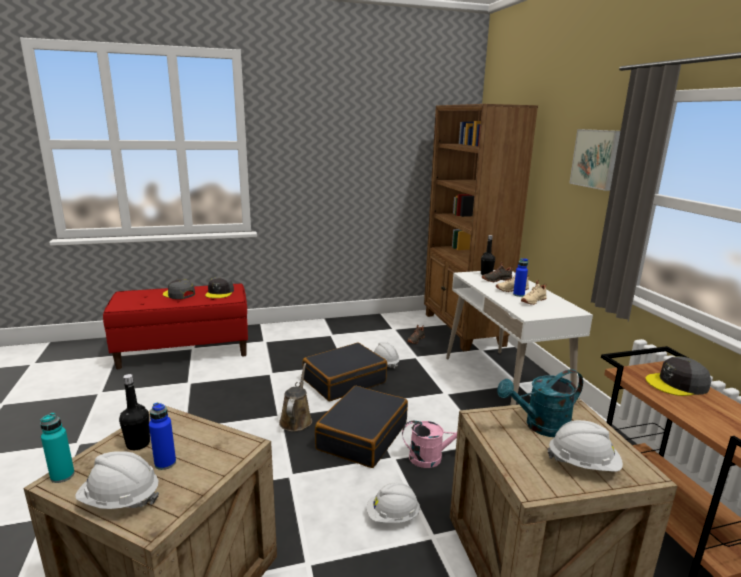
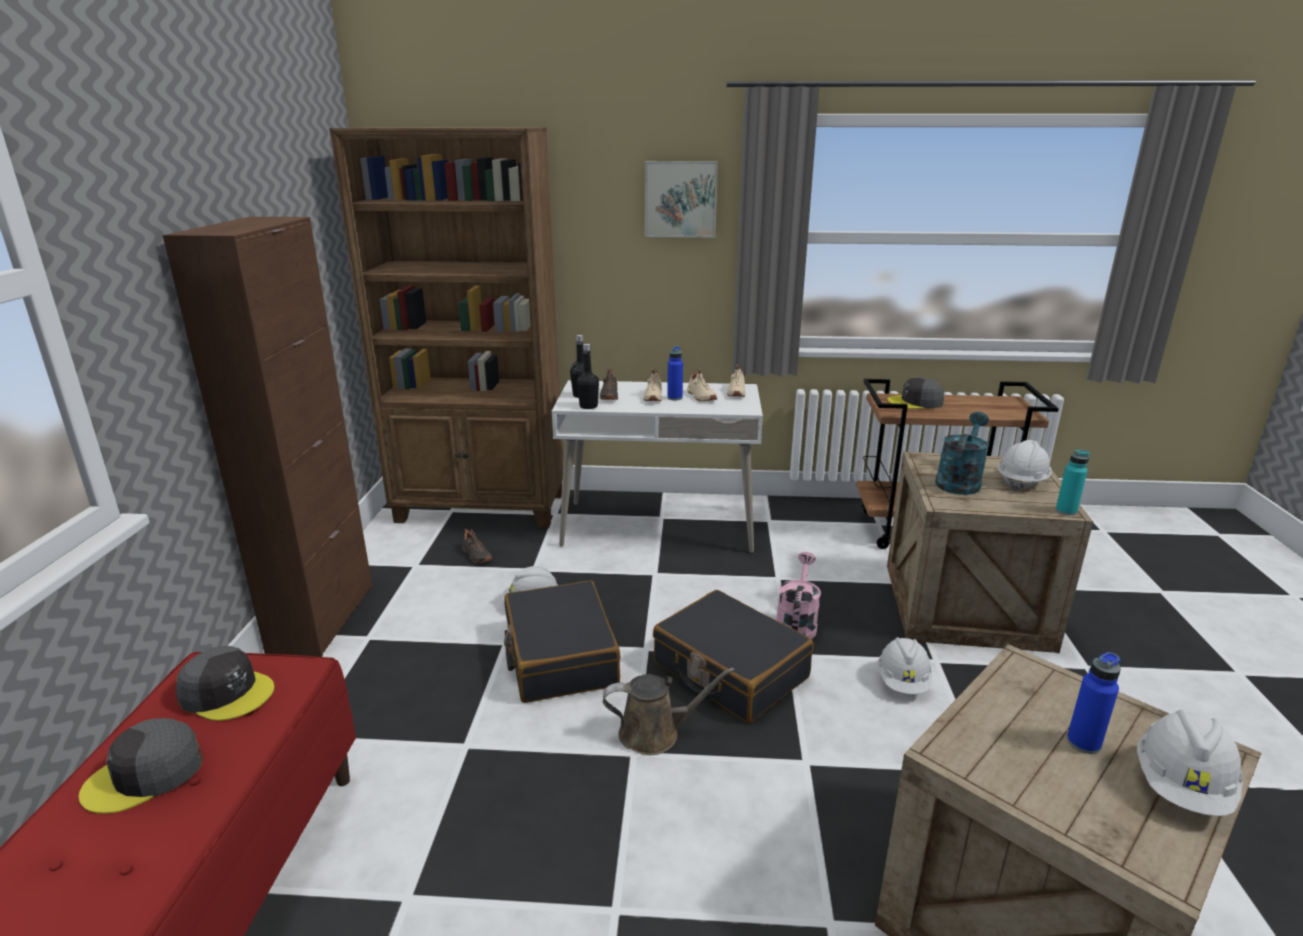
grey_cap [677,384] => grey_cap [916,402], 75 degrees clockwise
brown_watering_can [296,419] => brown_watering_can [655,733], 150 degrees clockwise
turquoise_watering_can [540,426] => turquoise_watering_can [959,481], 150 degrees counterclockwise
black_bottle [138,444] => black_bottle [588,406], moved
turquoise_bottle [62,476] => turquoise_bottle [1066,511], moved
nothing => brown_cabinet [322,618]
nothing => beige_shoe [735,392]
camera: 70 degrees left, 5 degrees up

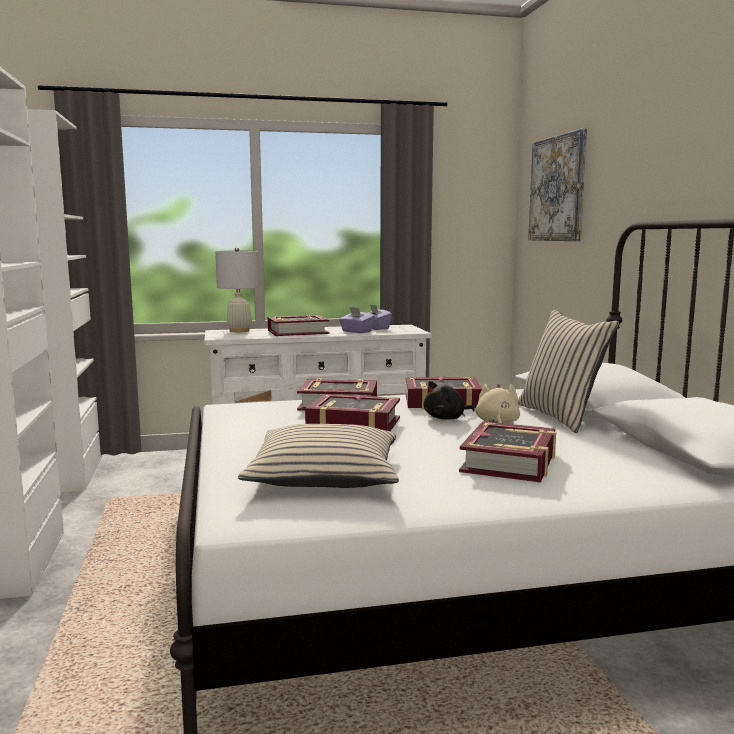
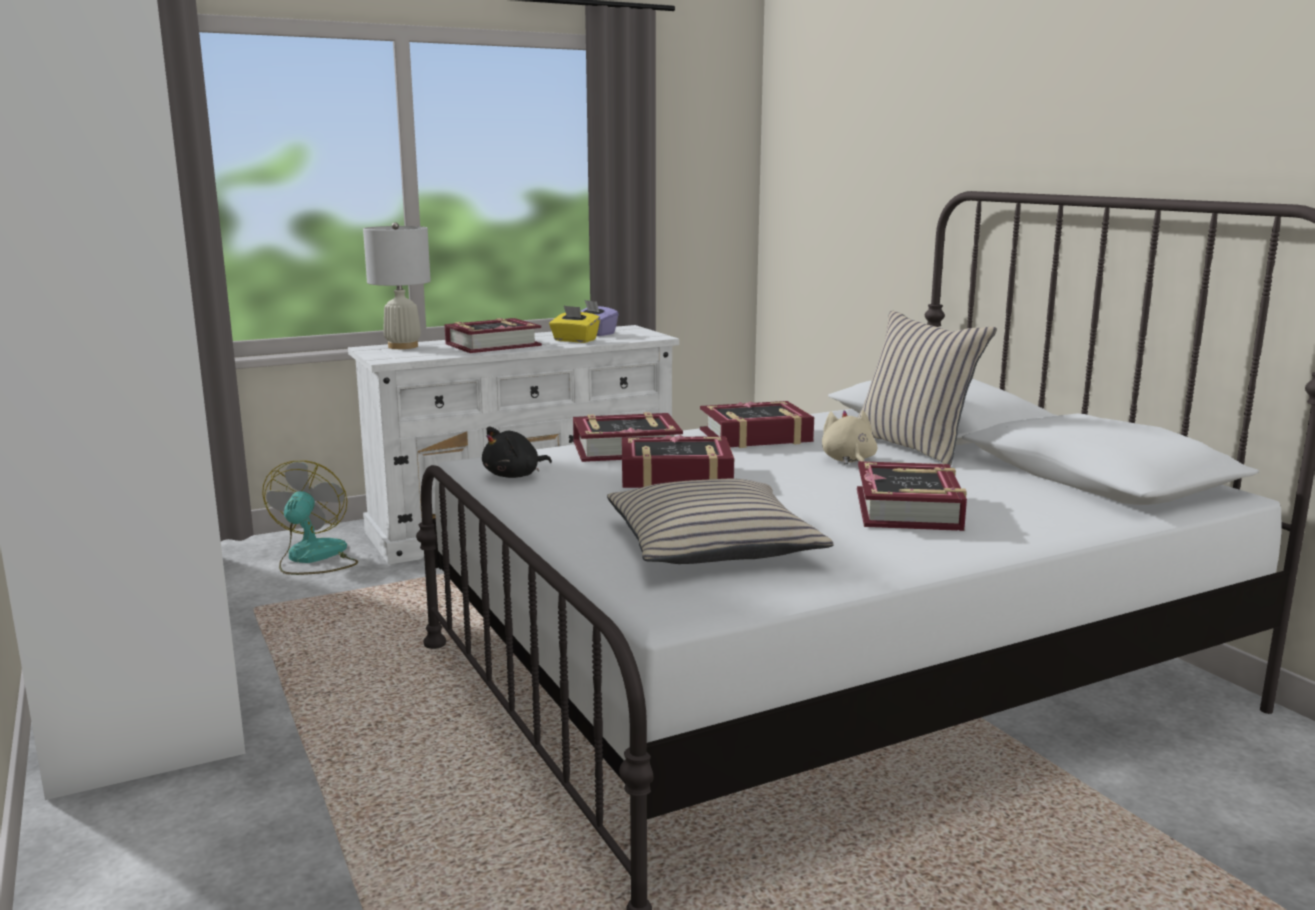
picture [558,189] => nothing
purple_tissue_box [356,331] => yellow_tissue_box [574,340]
black_plush_toy [446,418] => black_plush_toy [515,476], moved
nothing => fan [313,558]
camera: 15 degrees left, 5 degrees up

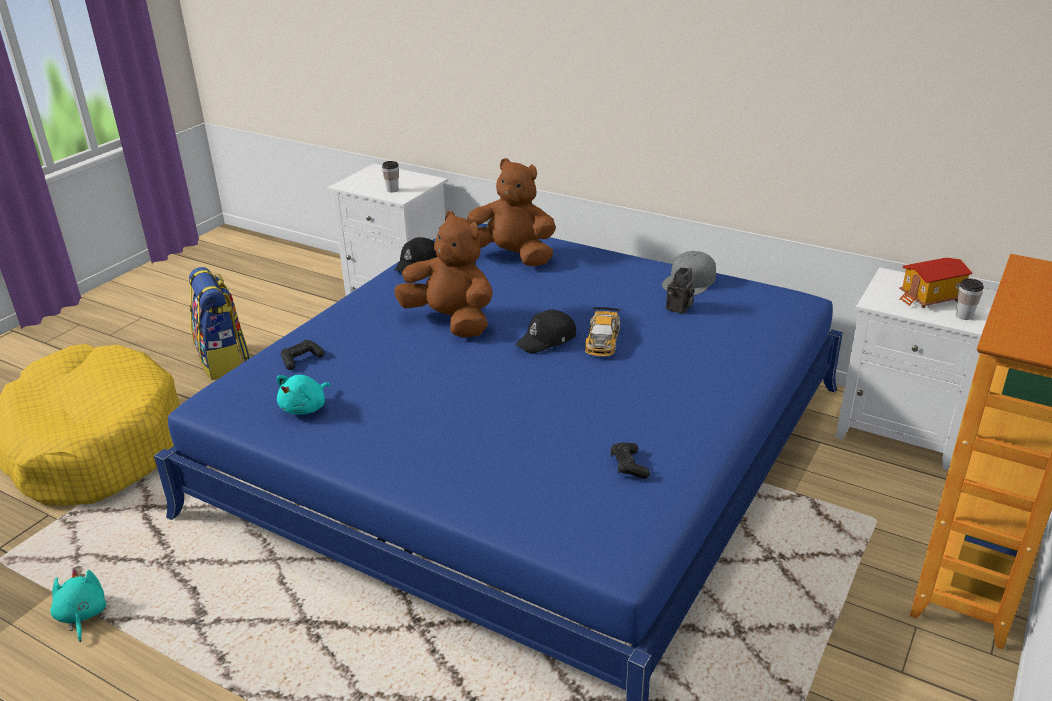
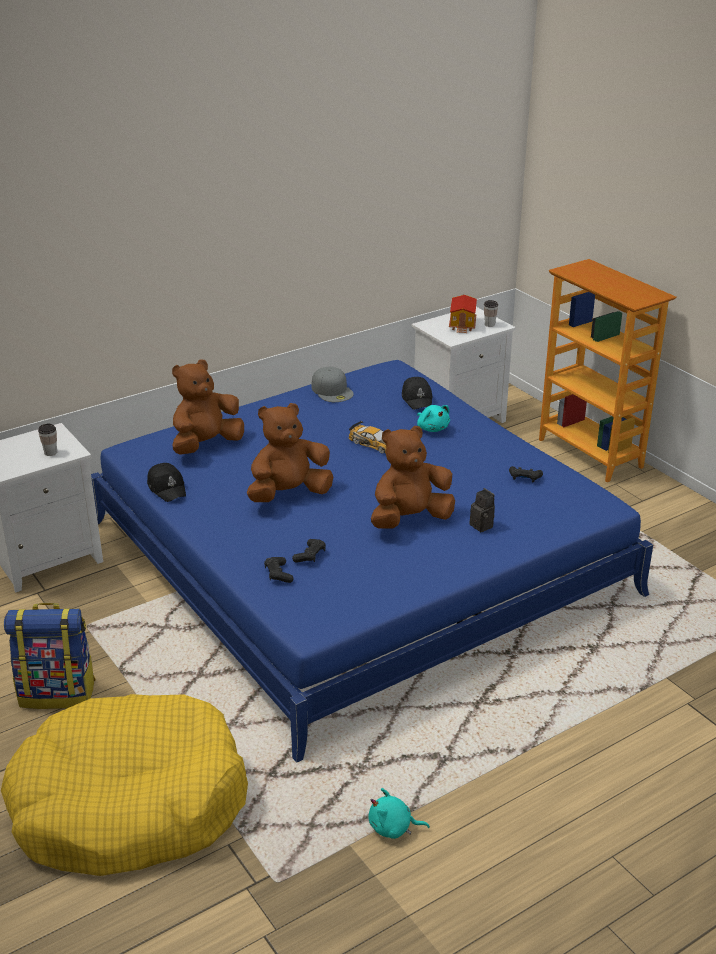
photo_camera [679,308] => photo_camera [483,526], moved
black_cap [547,340] => black_cap [417,399], moved
turquoise_plush_toy [305,408] => turquoise_plush_toy [432,428], moved
nothing => brown_plush_toy [410,519]
nothing => black_game_controller [310,555]
camera: 65 degrees left, 0 degrees up

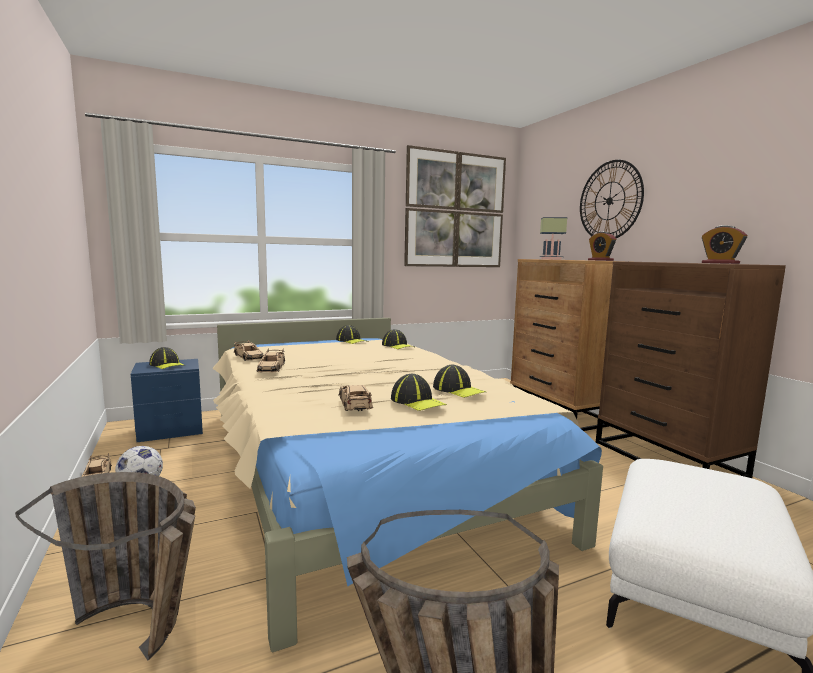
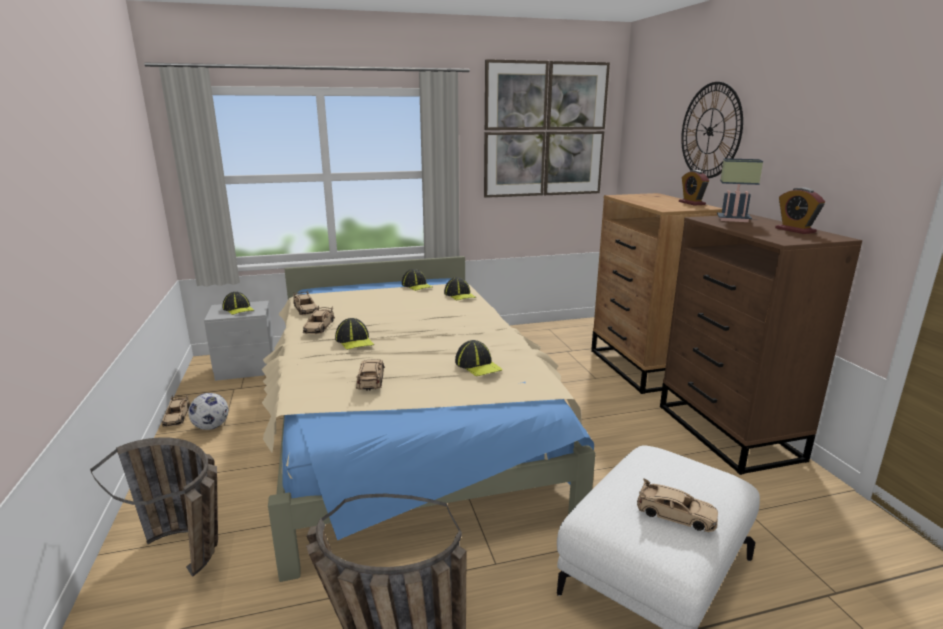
table_lamp [551,259] => table_lamp [734,219], moved
blue_nightstand [171,430] => grey_nightstand [246,368]
cap [417,401] => cap [354,341], moved
nothing => beige_toy_car [675,514]
camera: 10 degrees right, 10 degrees up

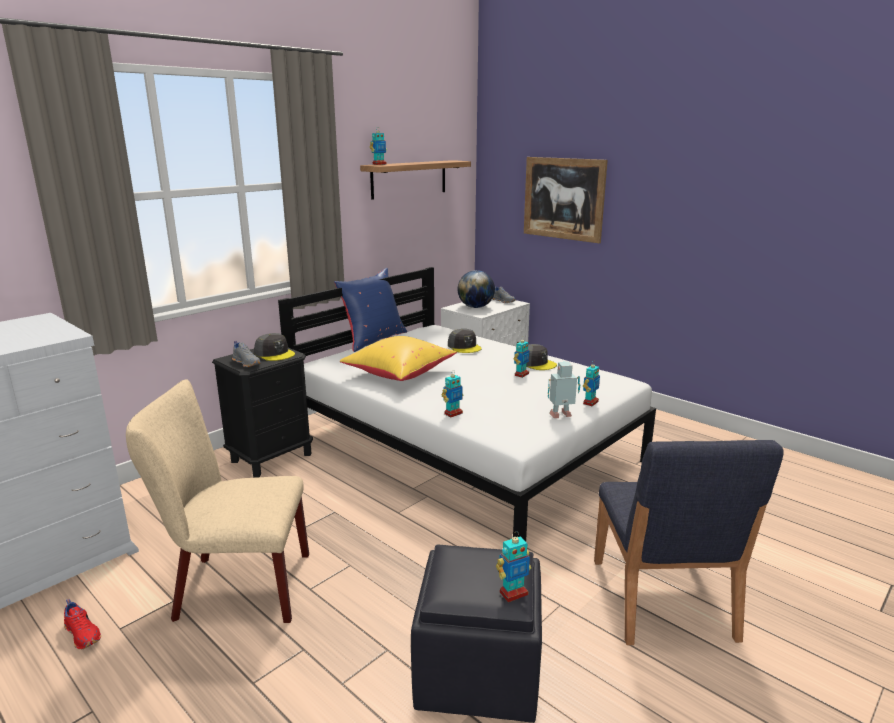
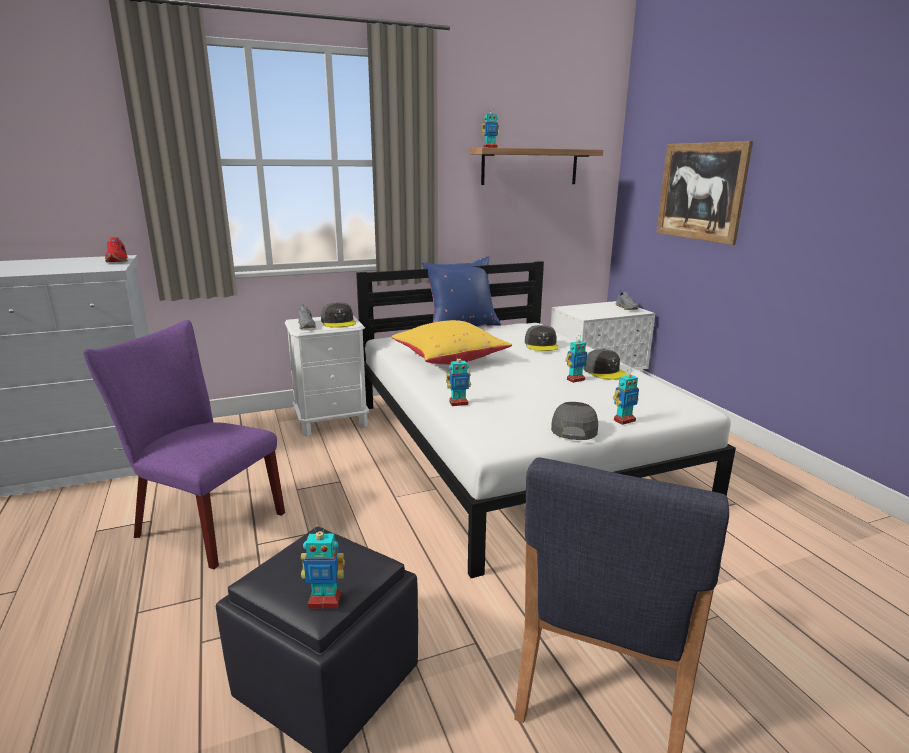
globe [475,307] => nothing
black_nightstand [272,457] => white_nightstand [332,422]
toy_robot [561,416] => grey_cap [574,427]
beige_chair [234,587] => purple_chair [202,523]
red_shoe [83,634] => red_shoe [118,260], moved
camera: 25 degrees right, 0 degrees up

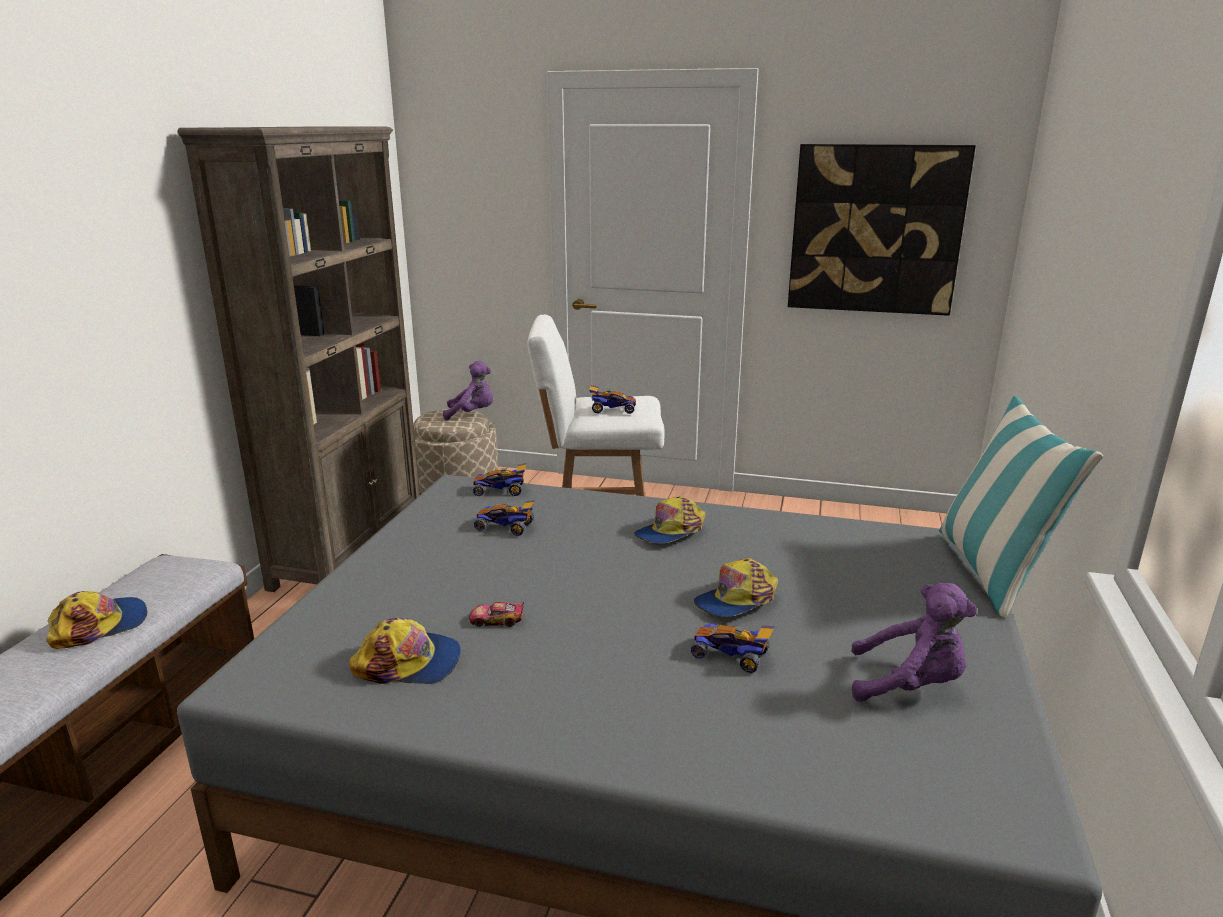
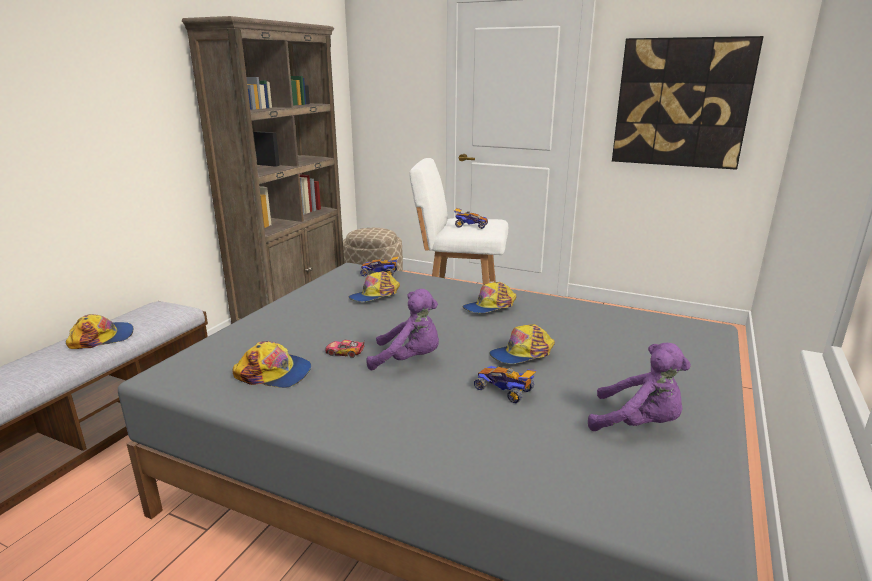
purple_plush_toy [472,414] => purple_plush_toy [409,360], moved
pillow [992,571] => nothing
toy_car [506,527] => cap [375,296]
camera: 10 degrees right, 0 degrees up

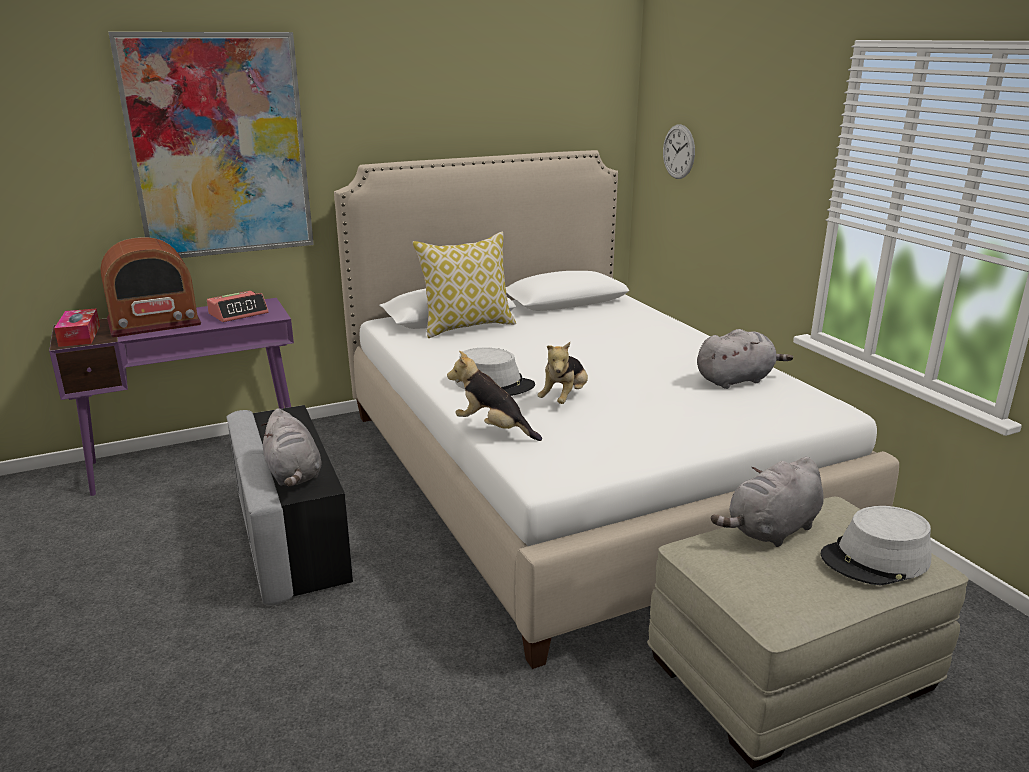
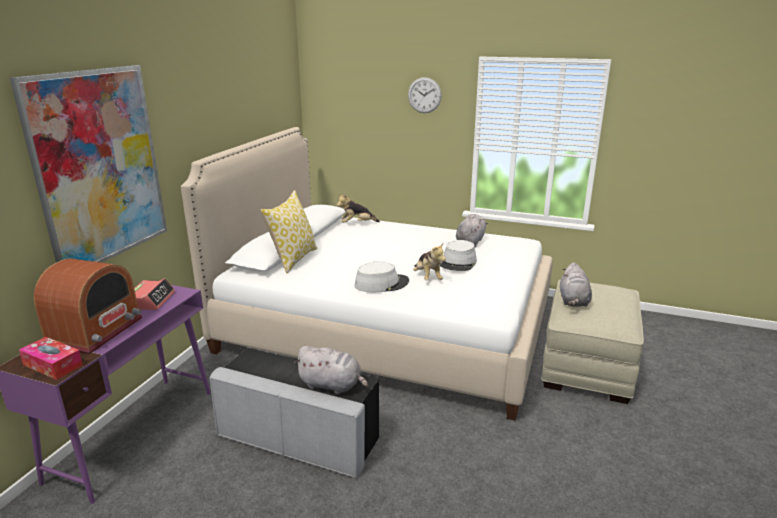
wall_clock [678,151] => wall_clock [424,95], moved
plush_toy [493,429] => plush_toy [357,224], moved
grey_hat [875,559] => grey_hat [458,263], moved
camera: 45 degrees left, 0 degrees up

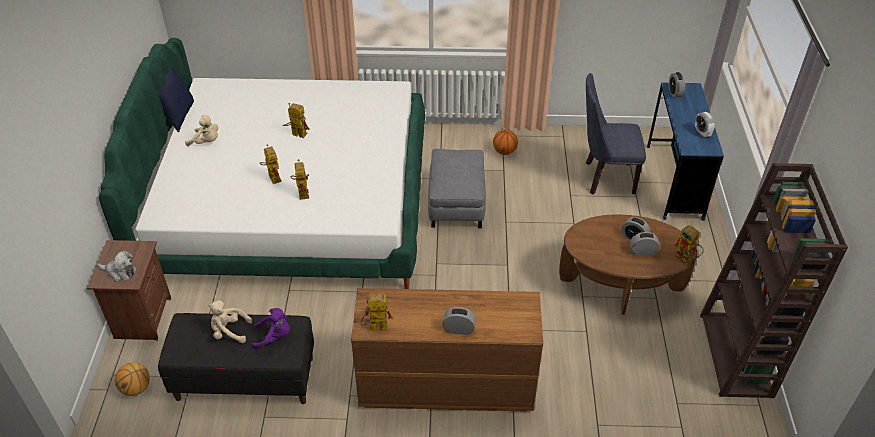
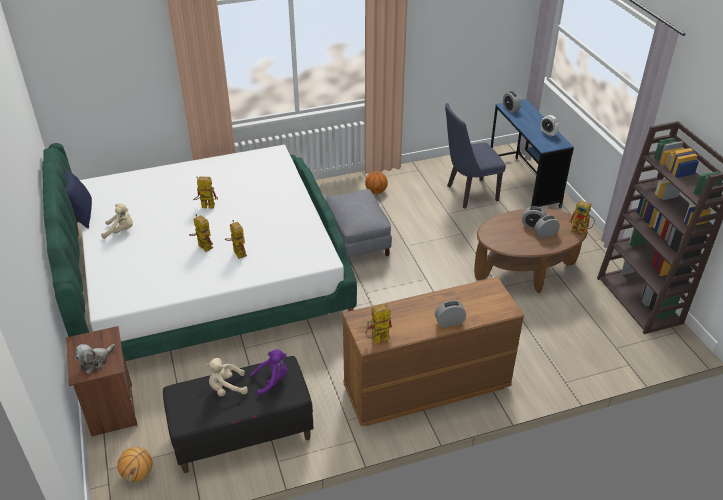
plush_toy [120,272] => plush_toy [96,361], 135 degrees clockwise
camera: 20 degrees left, 5 degrees down

